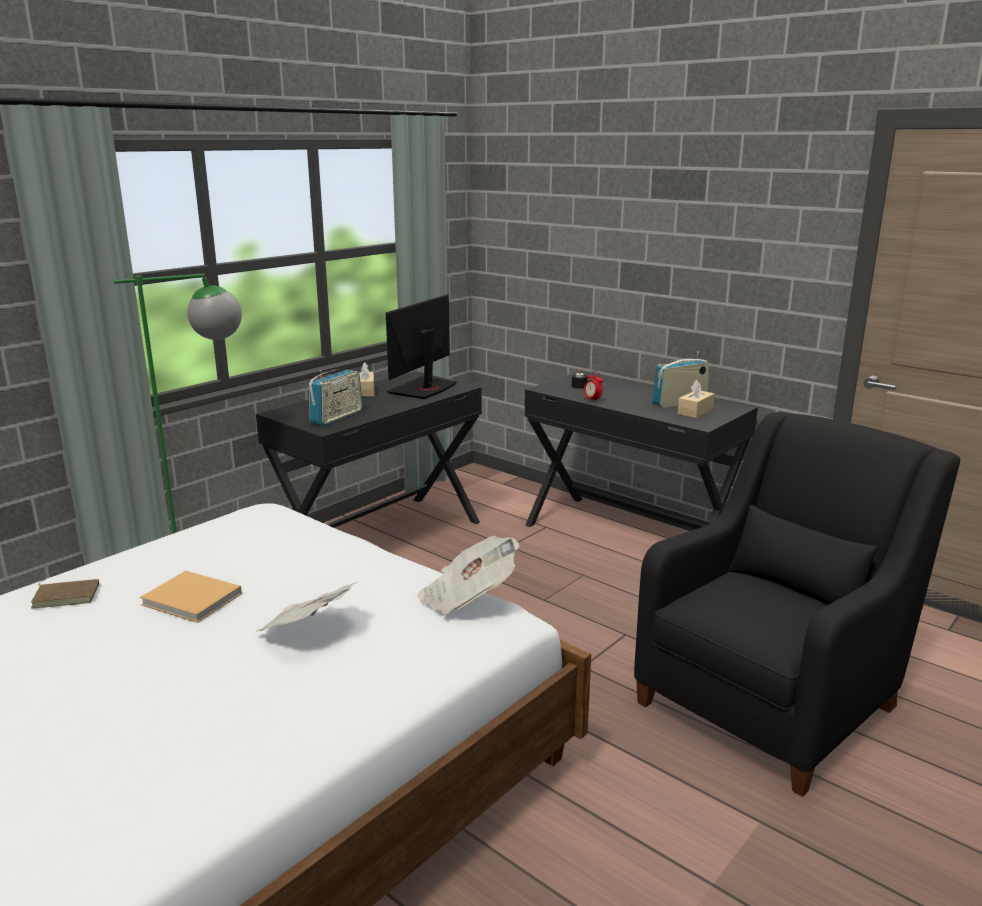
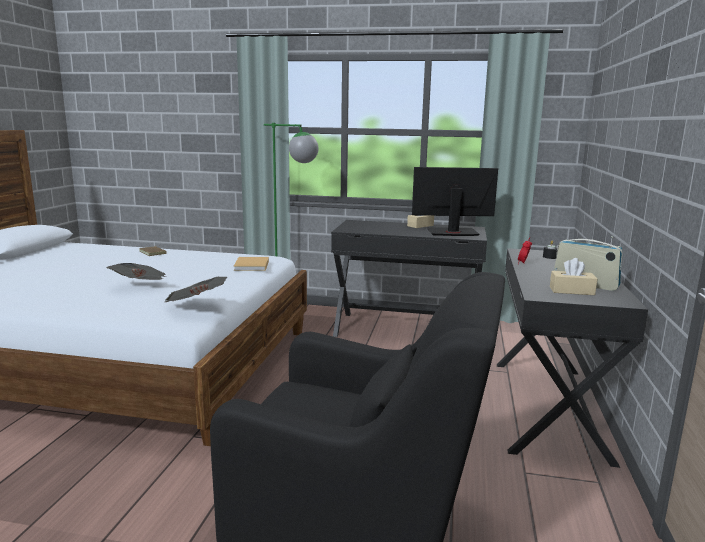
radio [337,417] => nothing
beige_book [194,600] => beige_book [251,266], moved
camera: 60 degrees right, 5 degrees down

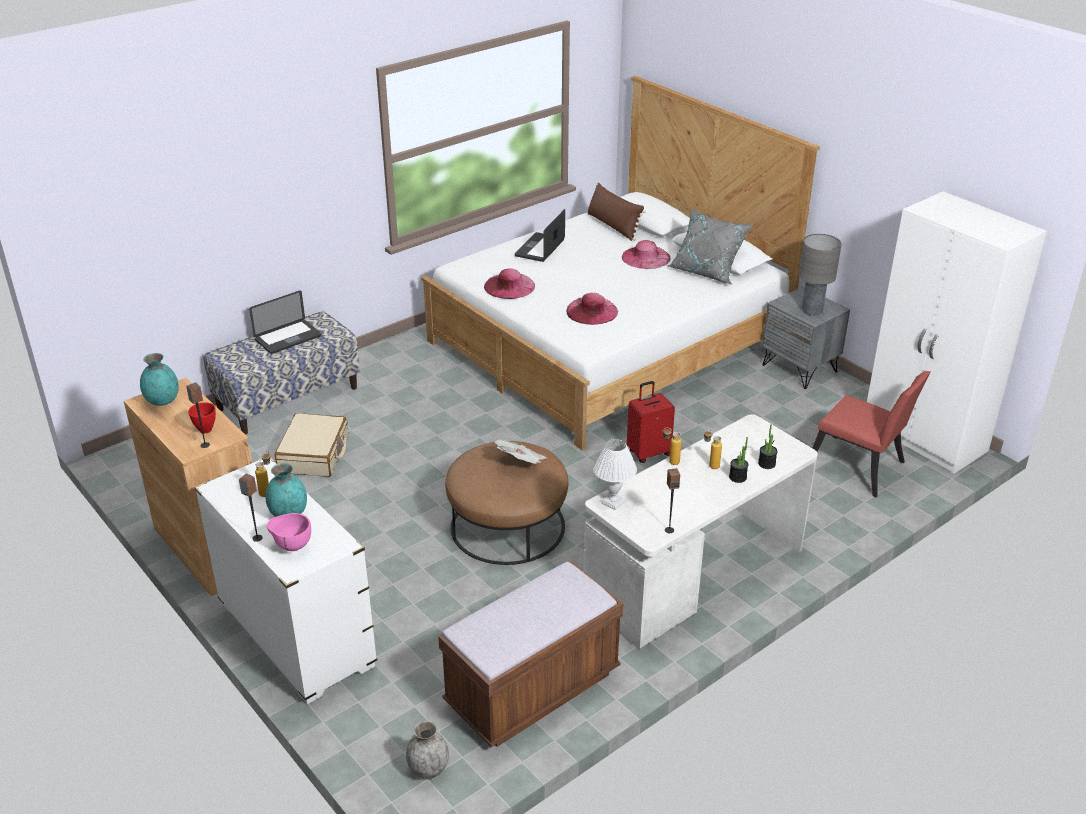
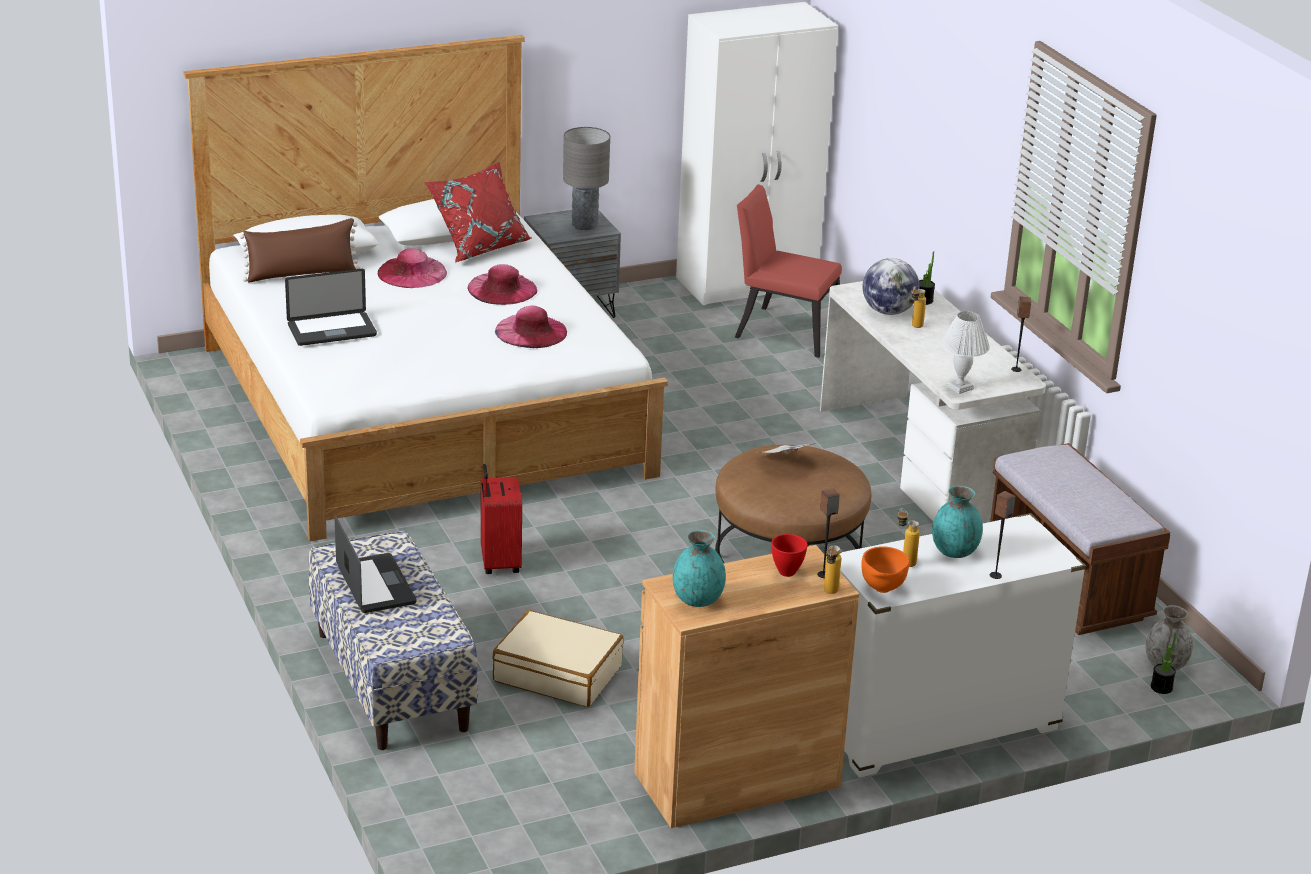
grey_pillow [707,271] => red_pillow [479,246]
laptop [540,248] => laptop [332,330], 60 degrees counterclockwise
pink_hat [509,286] => pink_hat [502,289], moved
red_chair [860,469] => red_chair [783,330], 120 degrees counterclockwise
red_suitcase [648,452] => red_suitcase [499,563], moved
bottle [670,462] => bottle [829,593], moved
potted_plant [737,477] => potted_plant [1161,687], moved
pink_bowl [292,546] => nothing
nothing => globe [888,311]
nothing => orange_bowl [882,590]
camera: 75 degrees left, 5 degrees down

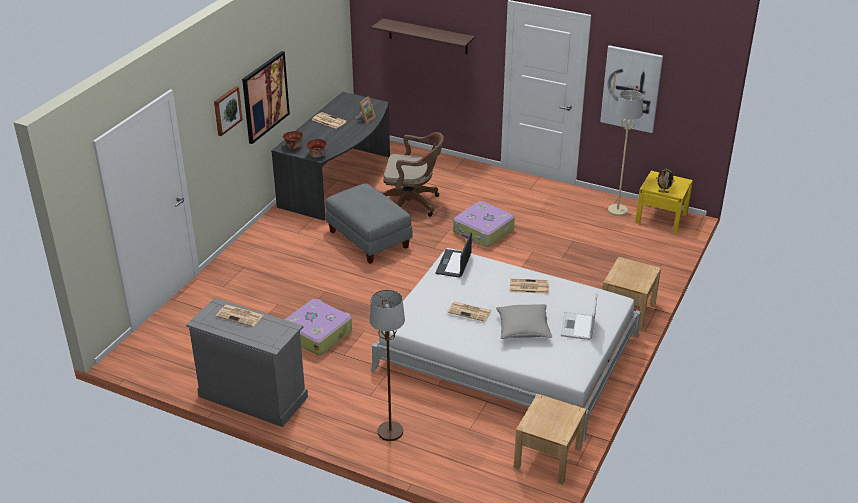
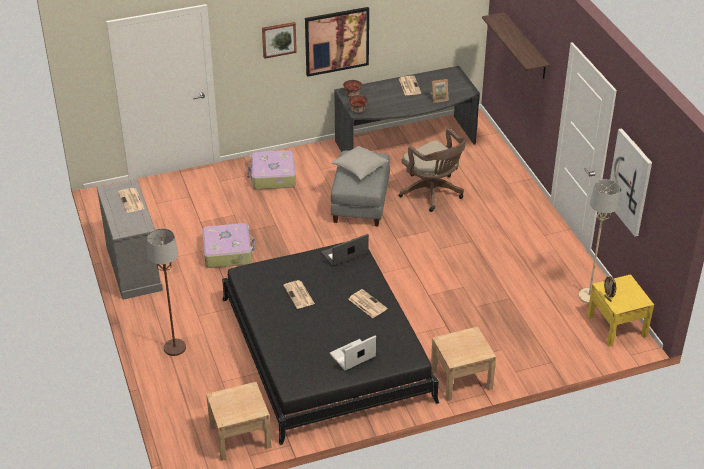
suitcase [483,231] => suitcase [272,176], moved
white_bed [507,352] => black_bed [326,348]
grey_pillow [523,329] => grey_pillow [359,168], moved
camera: 45 degrees right, 5 degrees up

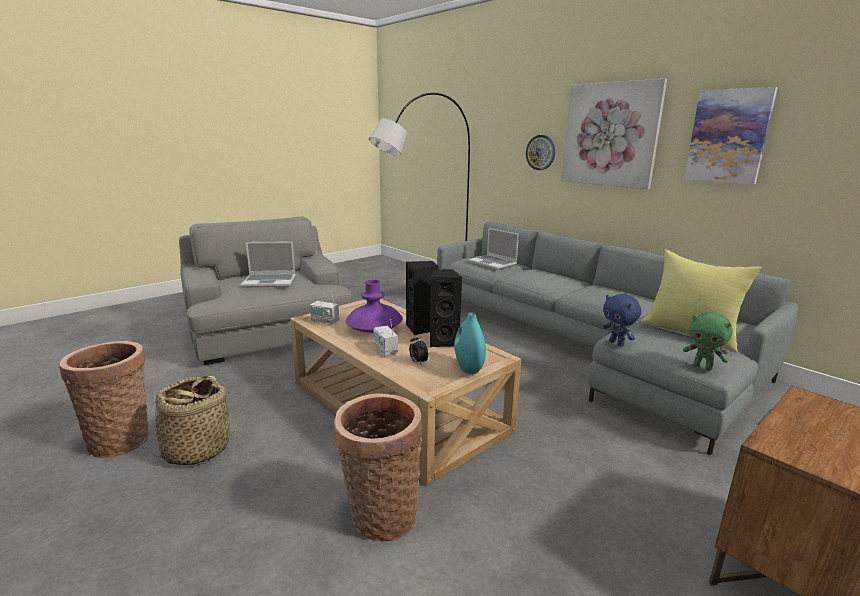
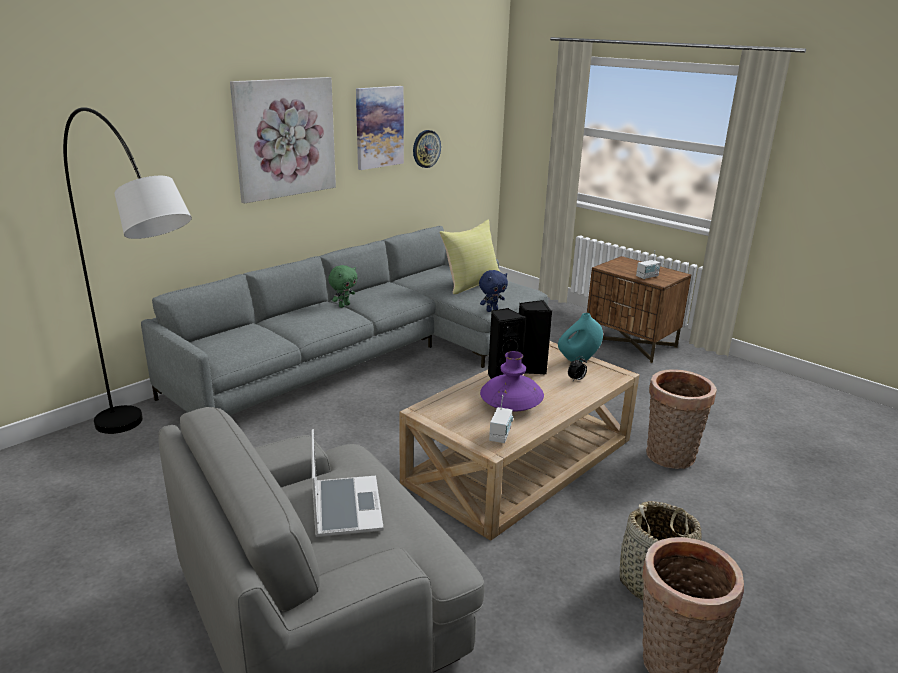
wall_clock [540,152] => wall_clock [426,148], moved
laptop [493,263] => nothing
green_plush_toy [703,367] => green_plush_toy [344,305], moved
radio [385,350] => radio [647,277], moved
camera: 95 degrees left, 5 degrees up

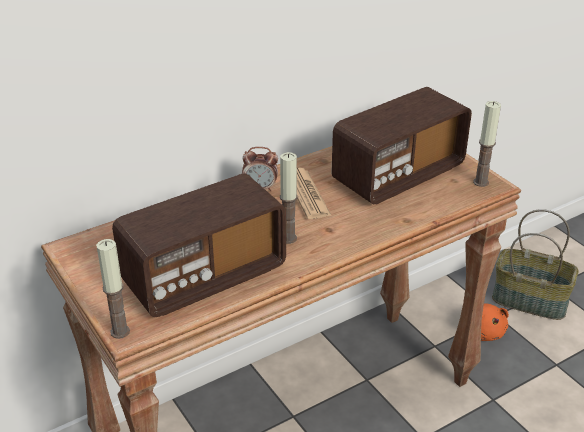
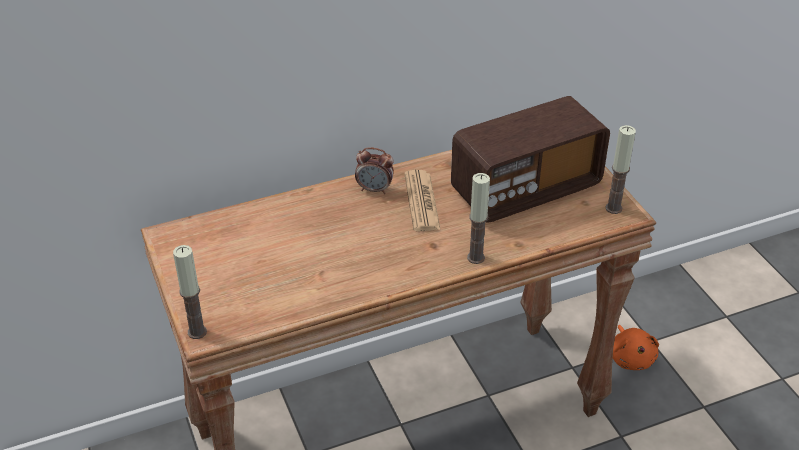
candle [288,238] => candle [475,257], moved
radio [204,277] => nothing
basket [530,300] => nothing
camera: 10 degrees right, 5 degrees up

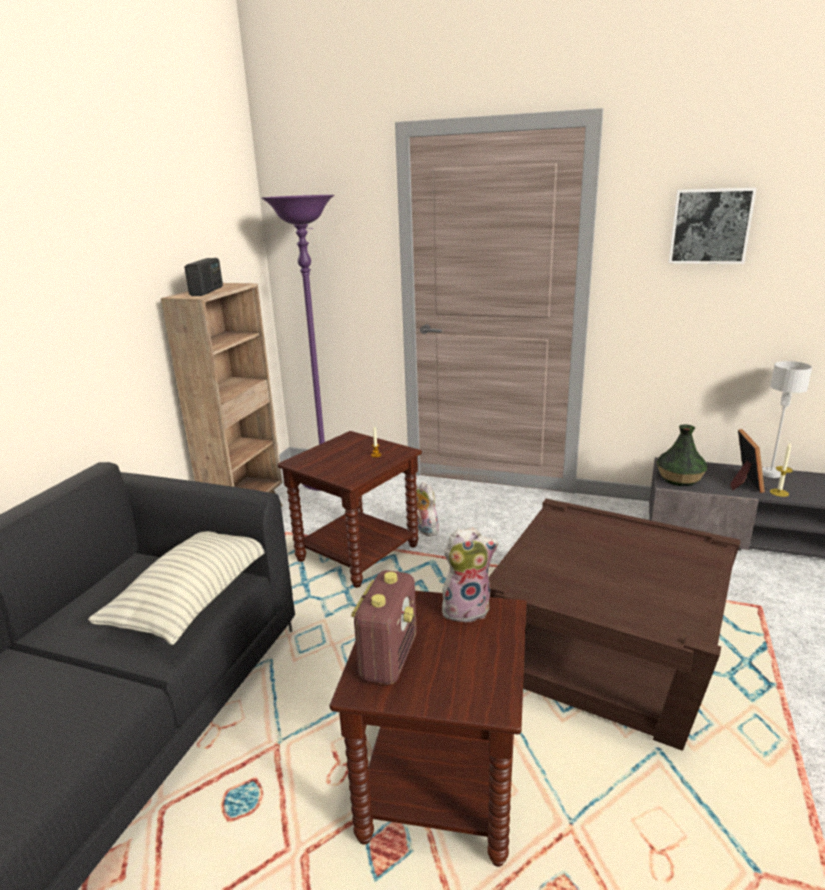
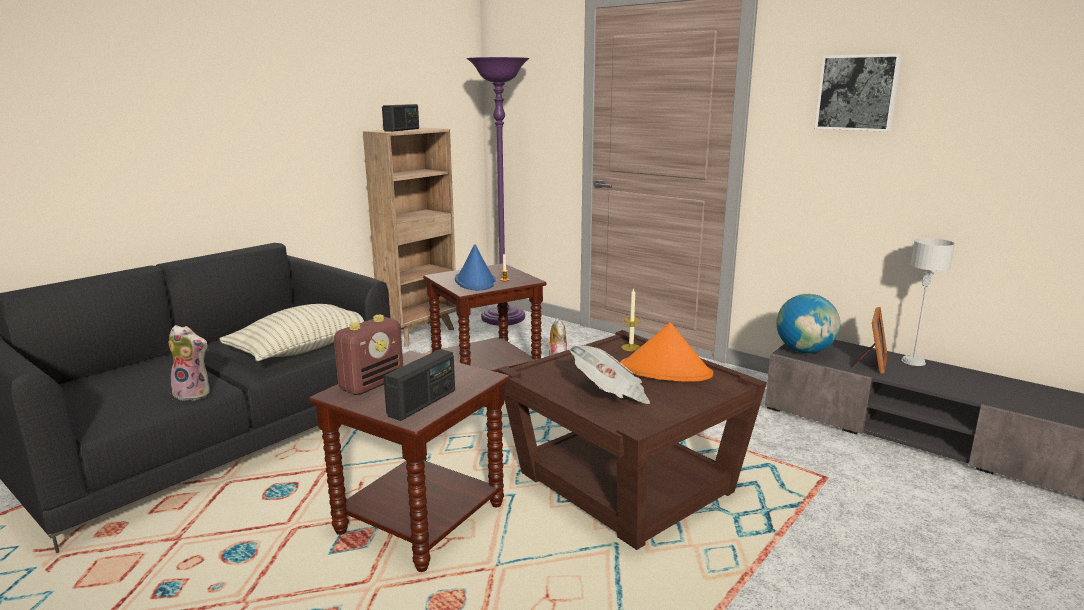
vase [680,479] => globe [804,351]
candle [779,492] => candle [631,347], moved
plush_toy [466,608] => plush_toy [195,393], moved
nothing => blue_hat [475,281]
nothing => orange_hat [666,371]
nothing => newspaper [610,394]
nothing => radio [422,403]
camera: 20 degrees right, 5 degrees down

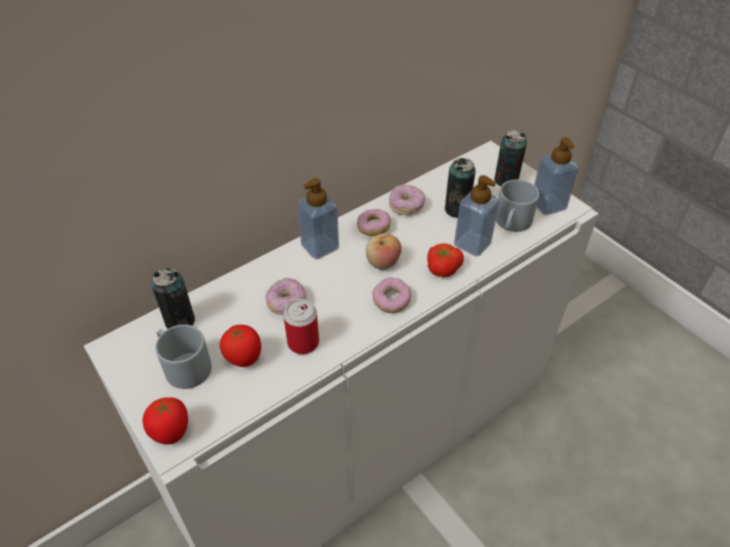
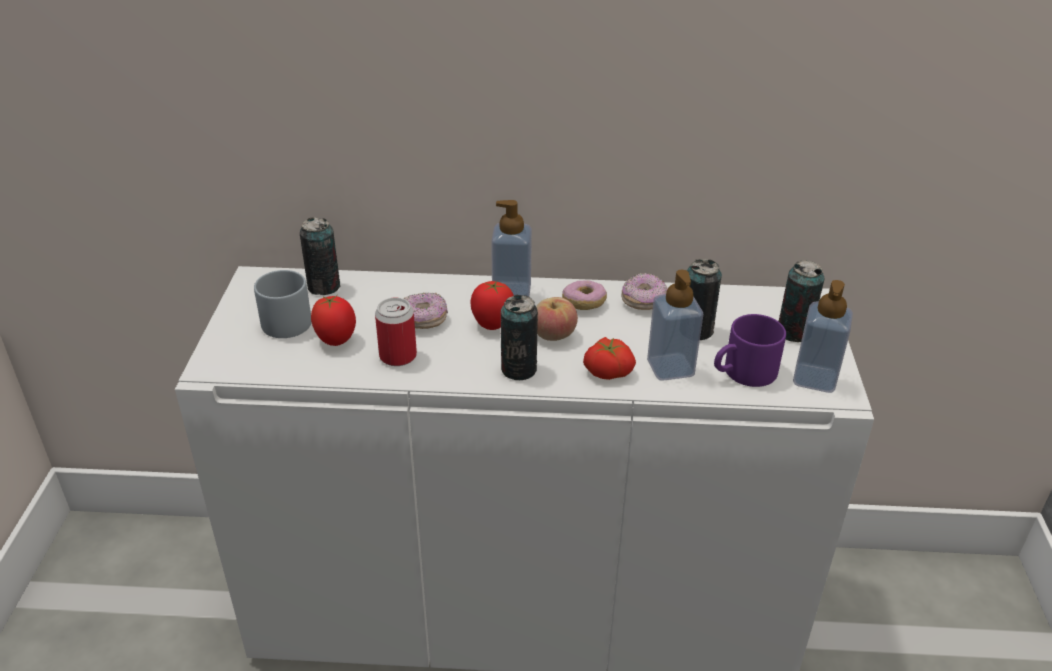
grey_mug [512,224] => purple_mug [743,373]
donut [391,301] => can [518,369]
tomato [172,434] => tomato [492,325], moved
camera: 40 degrees right, 10 degrees down

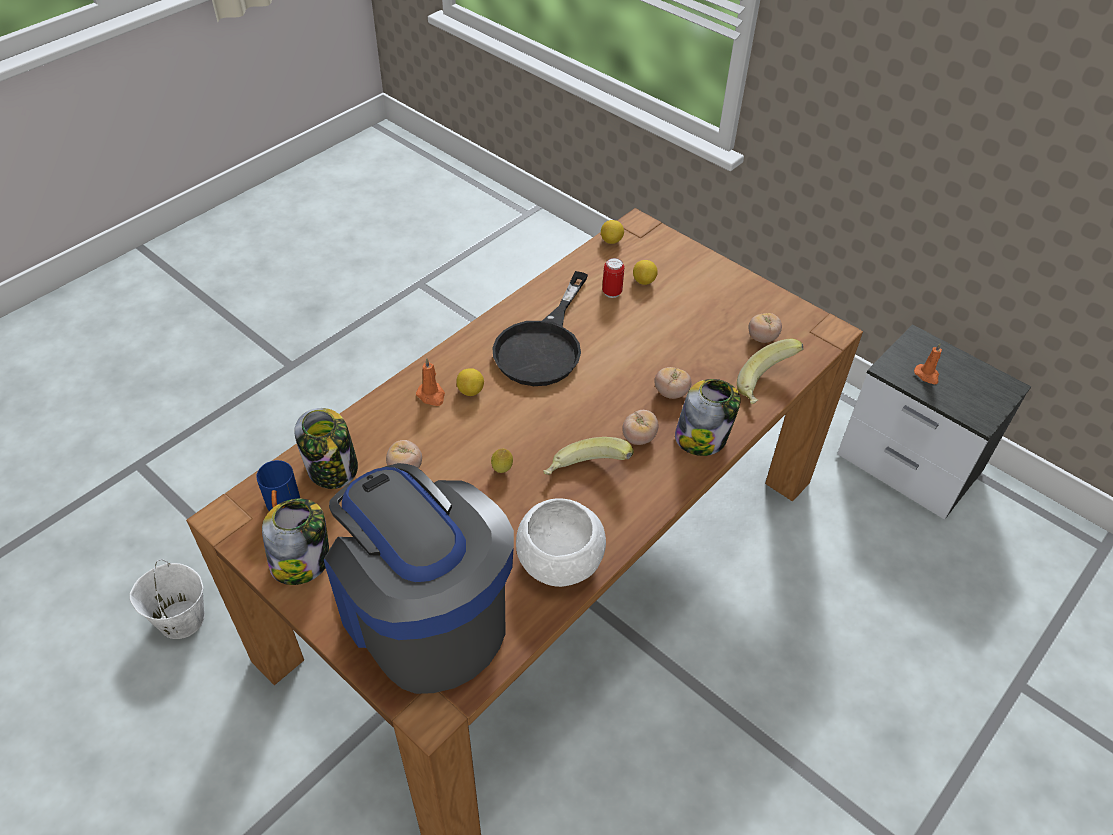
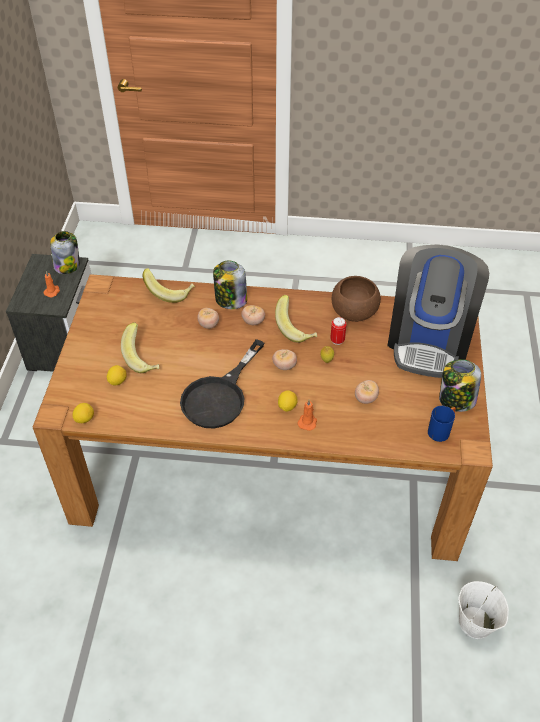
can [612,292] => can [337,340], moved
black_frying_pan [543,345] => black_frying_pan [220,396], 135 degrees clockwise
tomato [762,338] => tomato [284,366], moved
jar [333,469] => jar [67,265], moved
white_bowl [559,561] => brown_bowl [354,312]
nothing => banana [143,358]
camera: 125 degrees left, 0 degrees up

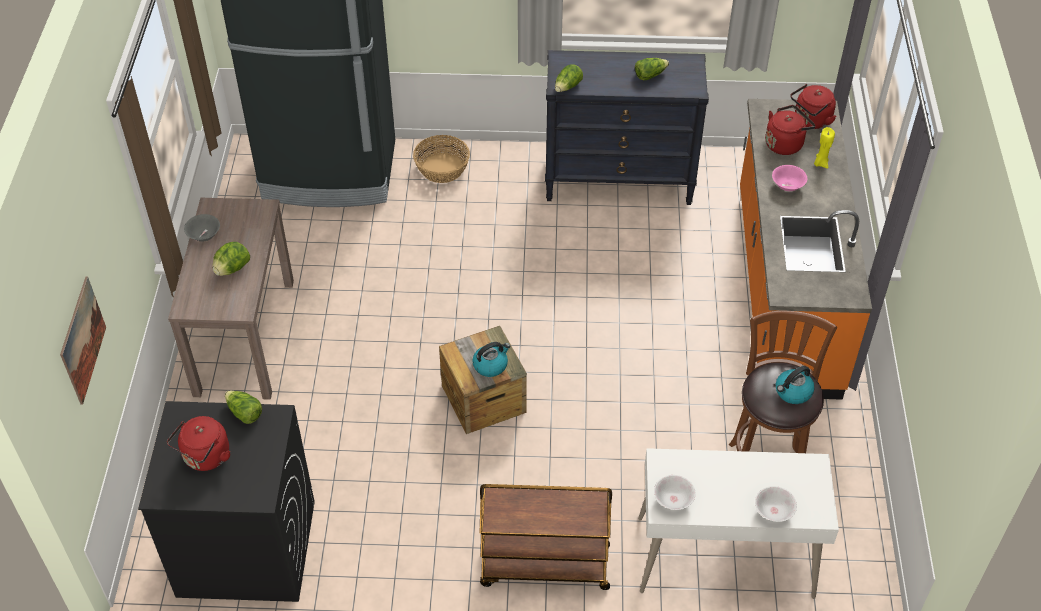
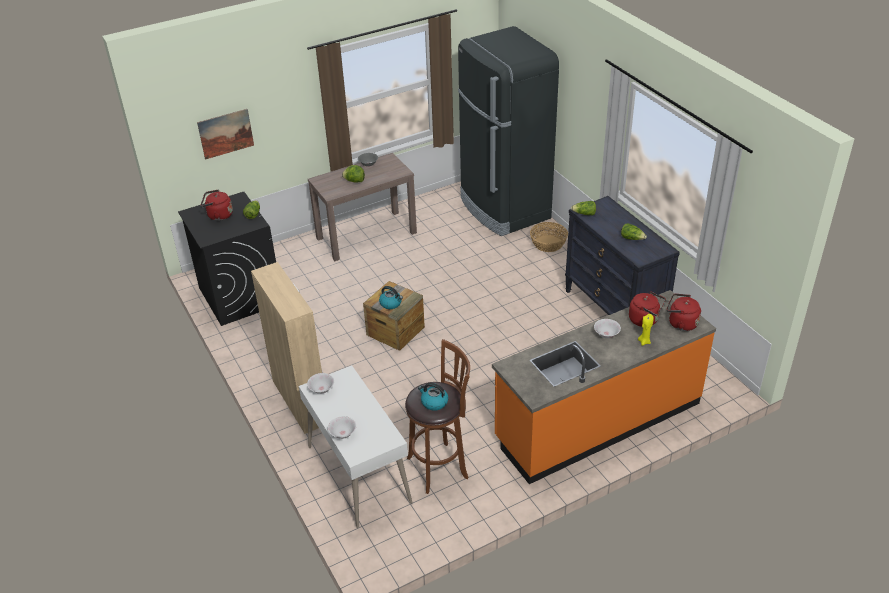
pink_bowl [787,186] => white_bowl [606,334]
brown_cart [544,566] => beige_cabinet [300,401]
camera: 60 degrees right, 10 degrees down

